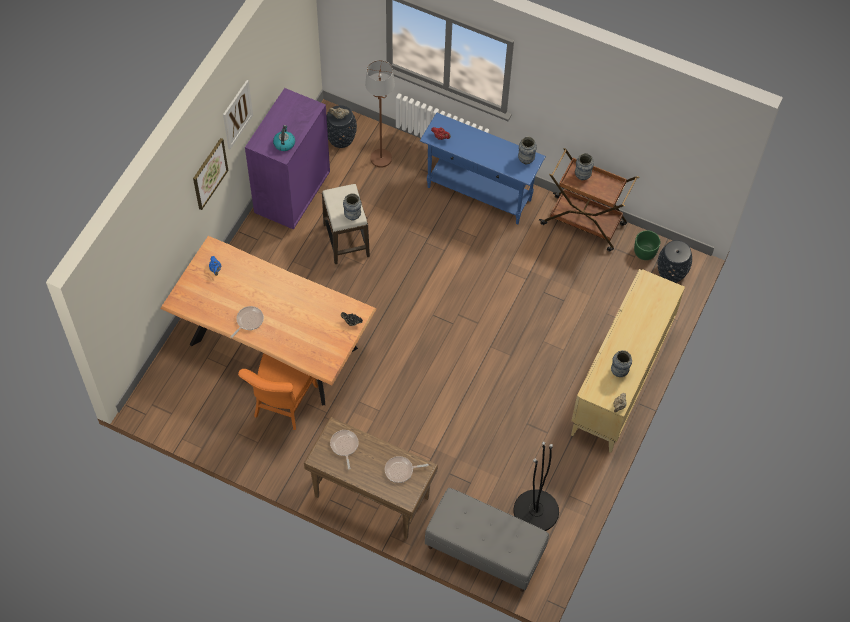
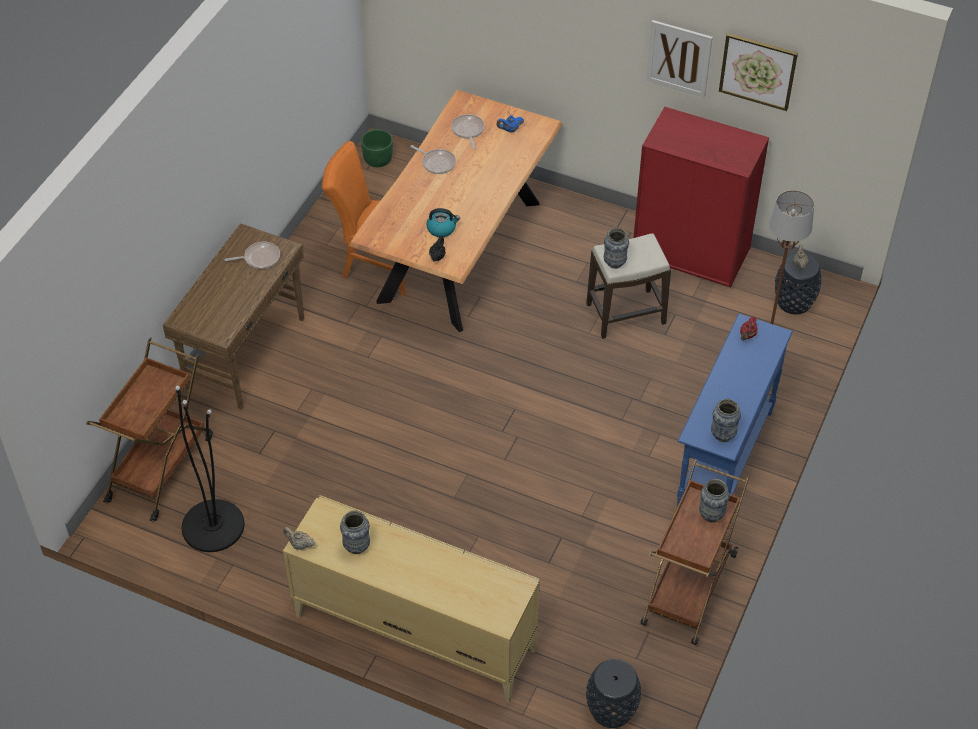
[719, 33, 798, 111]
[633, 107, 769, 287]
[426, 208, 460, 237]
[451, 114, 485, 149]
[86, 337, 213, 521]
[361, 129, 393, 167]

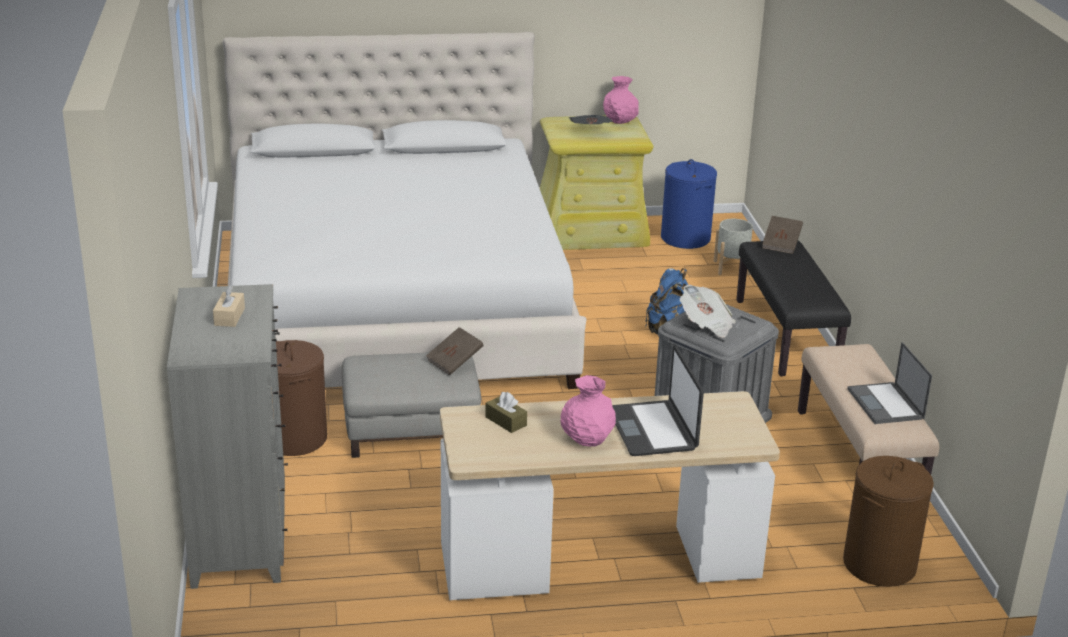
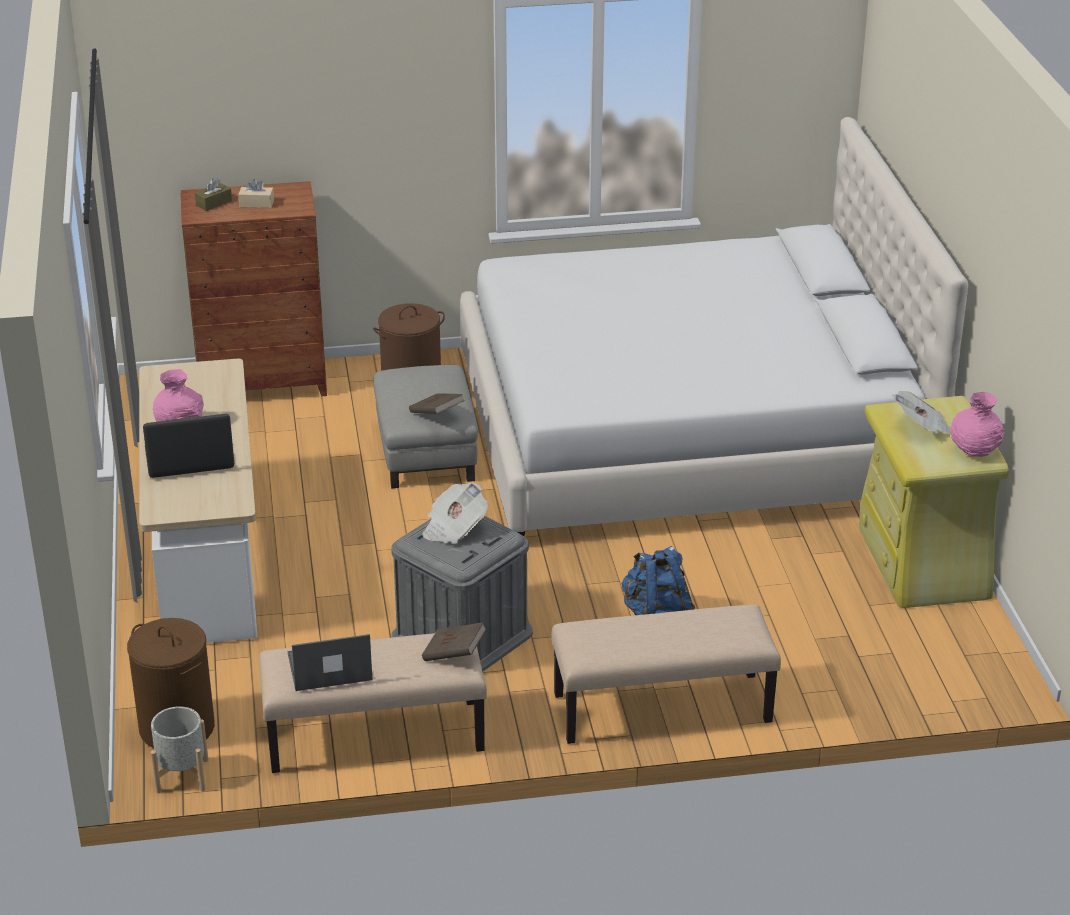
[180, 181, 327, 396]
[195, 178, 232, 211]
[661, 159, 717, 249] (first image)
[151, 706, 208, 793]
[551, 604, 781, 744]
[422, 622, 487, 661]

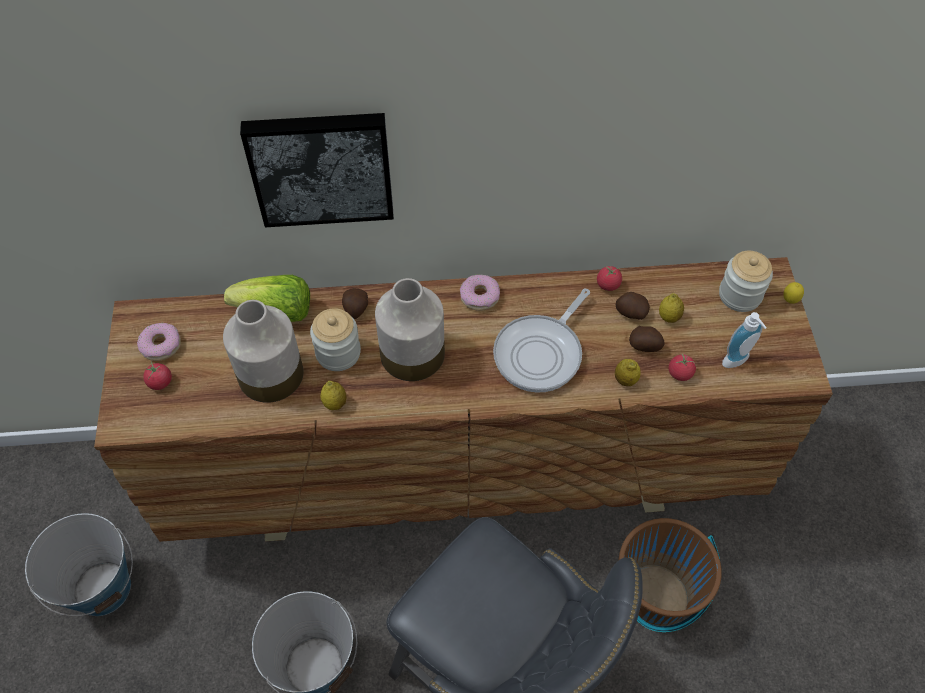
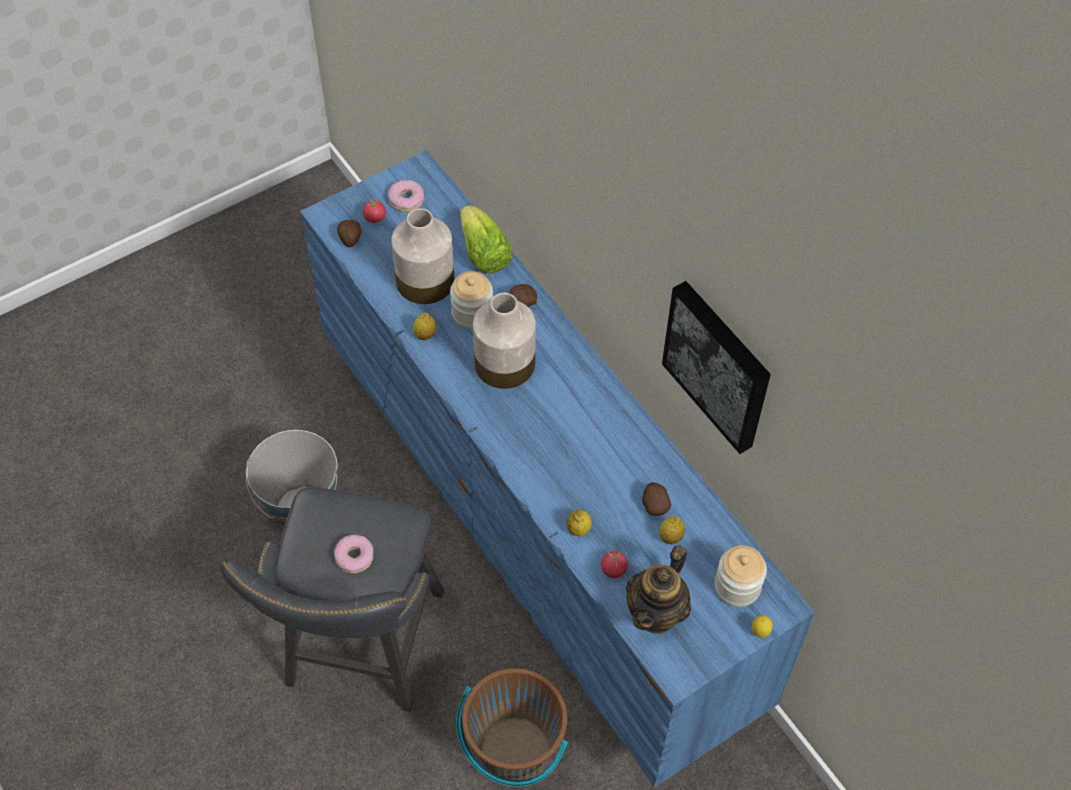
[25, 513, 133, 616] (first image)
[300, 150, 815, 788]
[662, 281, 771, 454]
[334, 534, 373, 573]
[493, 289, 590, 393] (first image)
[597, 266, 622, 291] (first image)
[337, 220, 362, 247]
[626, 545, 691, 634]

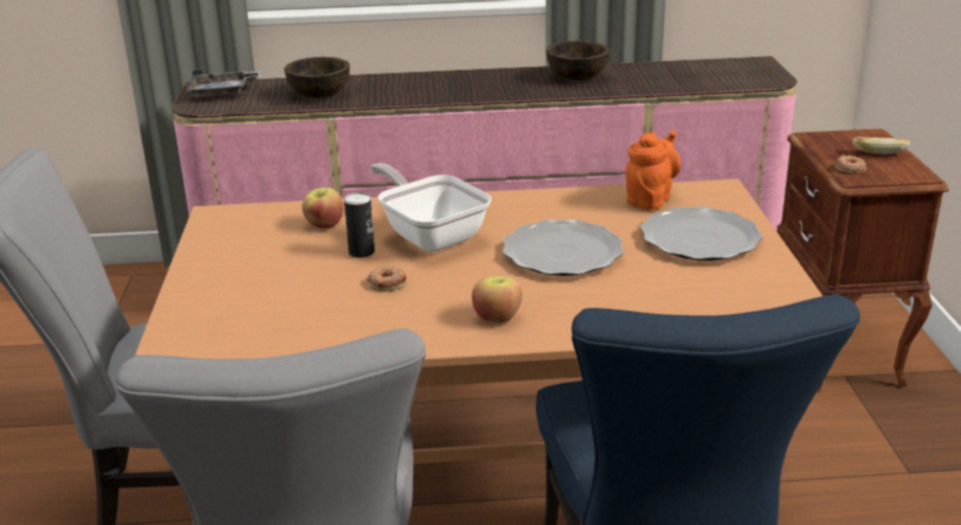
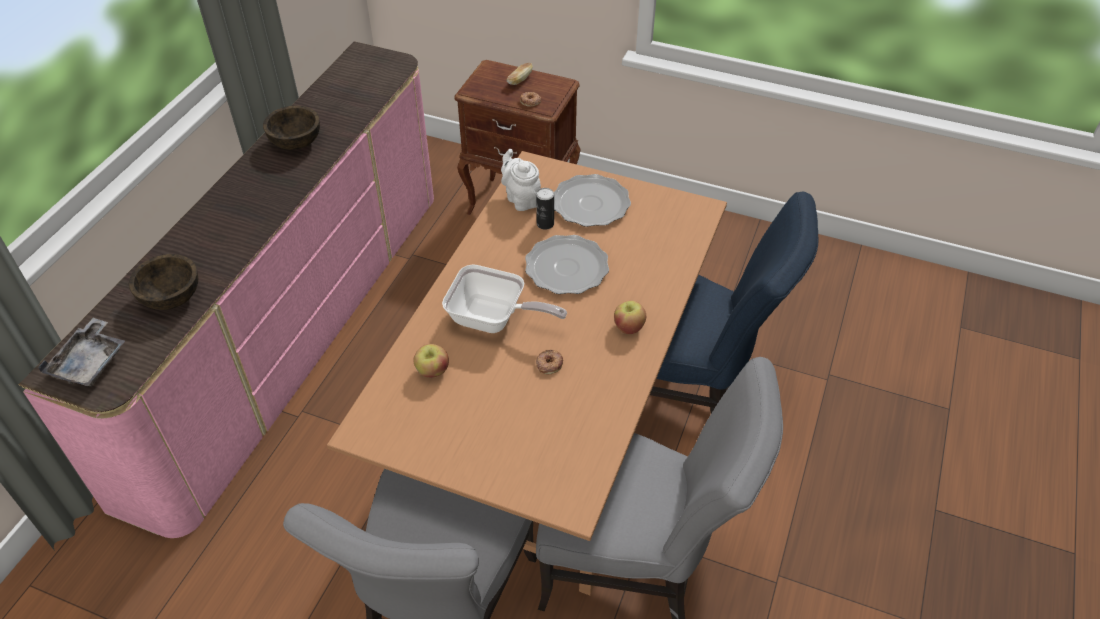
[536, 188, 554, 230]
[442, 264, 567, 333]
[501, 149, 541, 211]

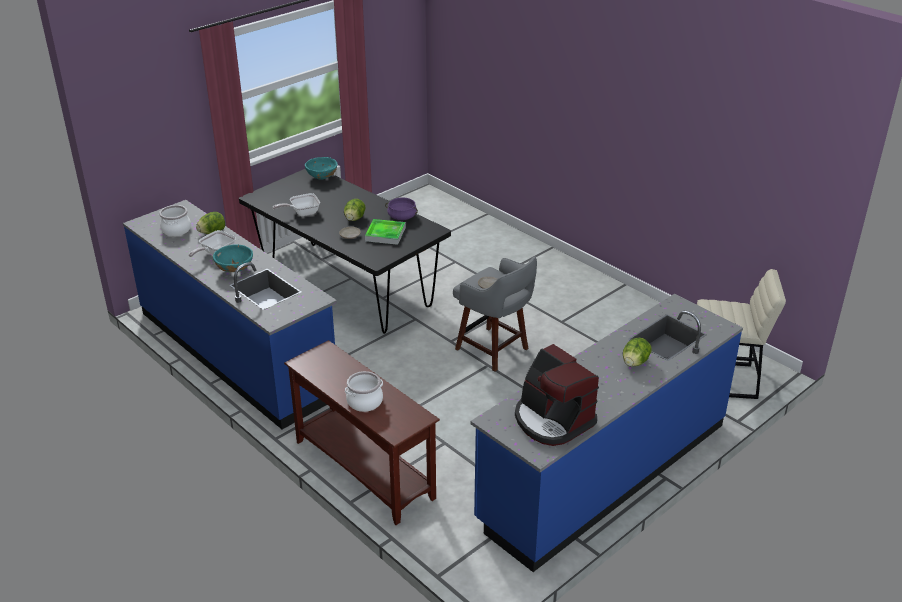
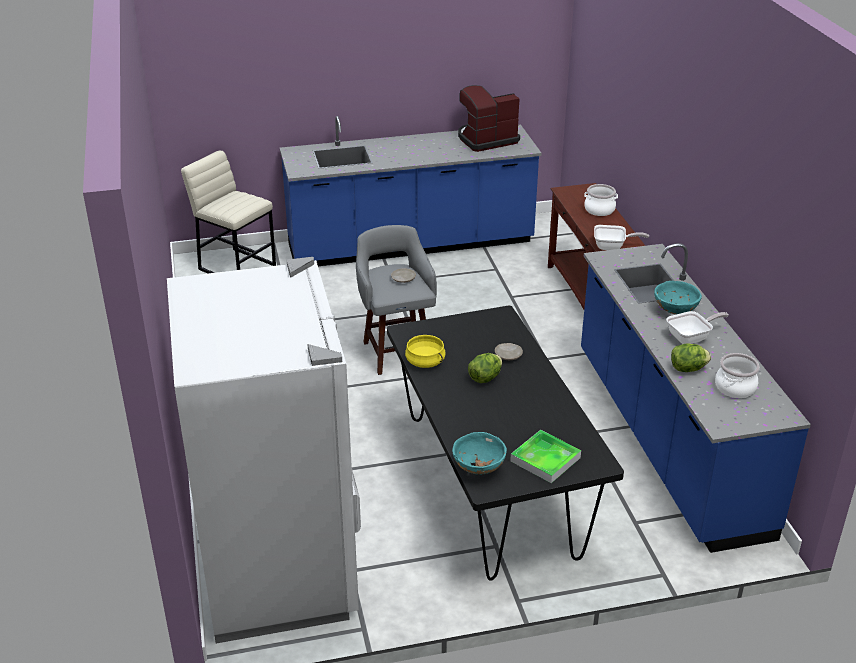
[594, 225, 649, 250]
[510, 430, 581, 483]
[405, 335, 446, 368]
[458, 85, 520, 152]
[623, 337, 652, 366] (first image)
[167, 257, 361, 644]

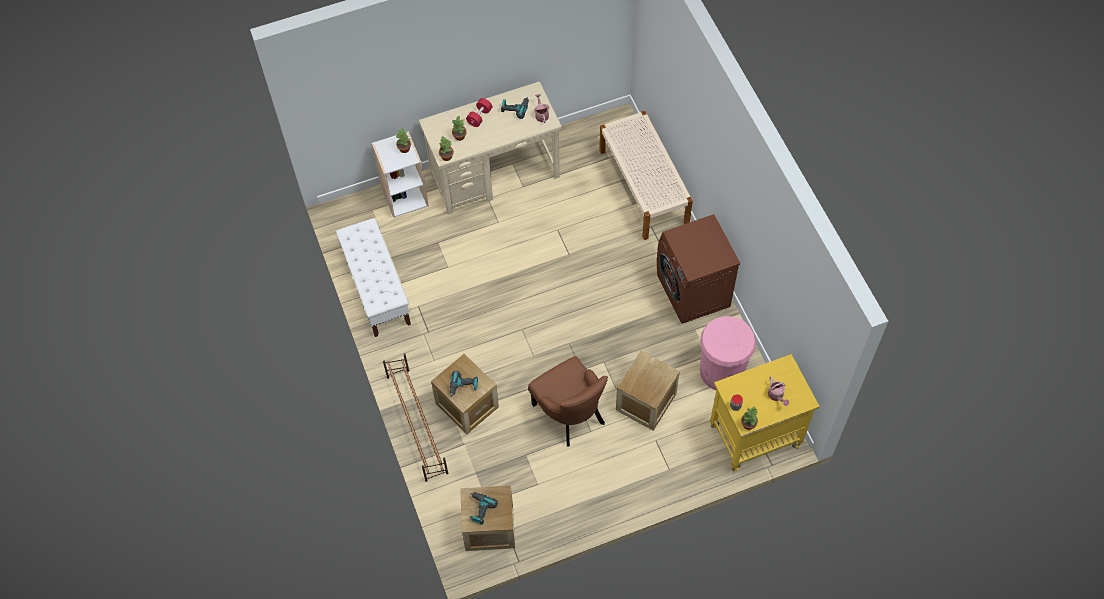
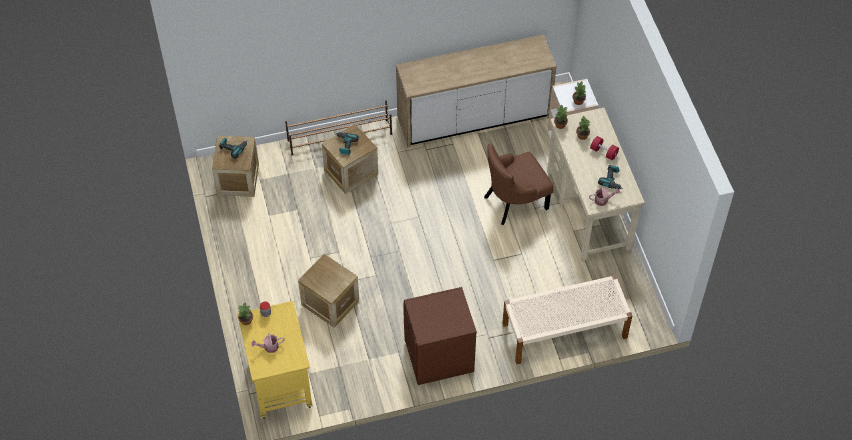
[396, 34, 557, 147]
[484, 143, 554, 225]
[700, 316, 756, 390] (first image)

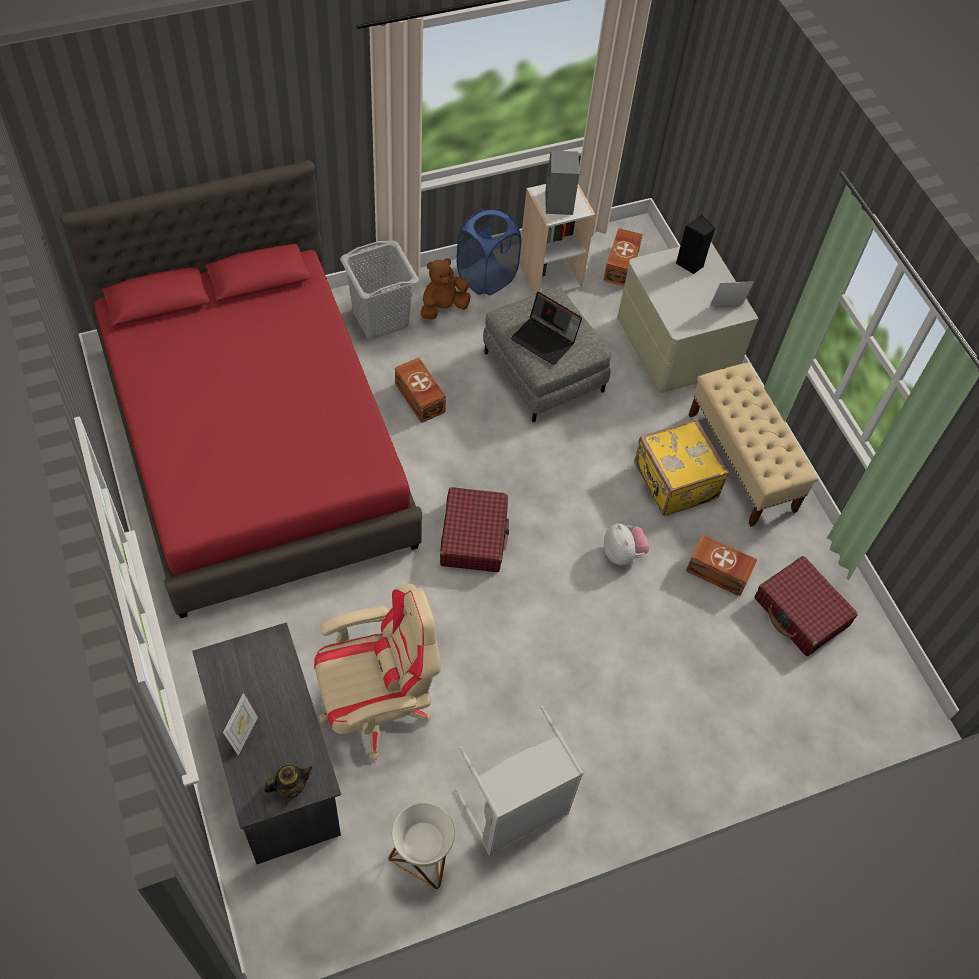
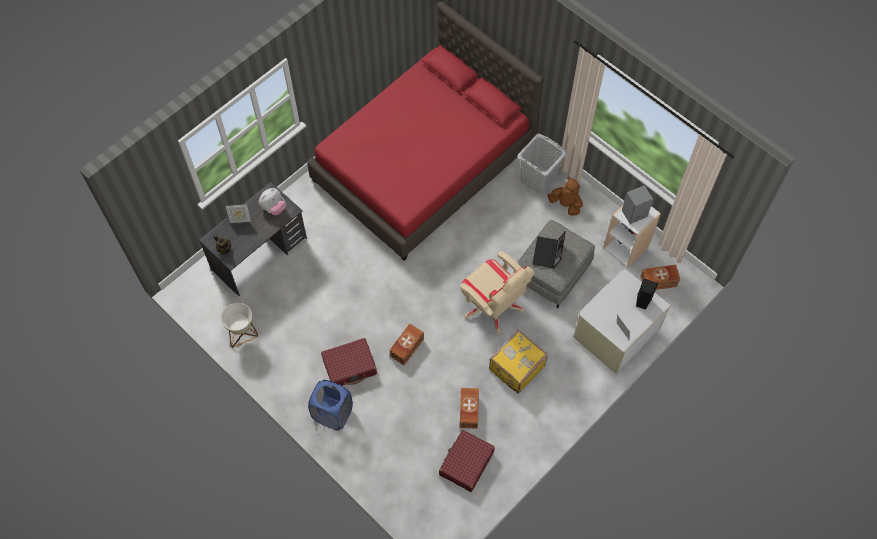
[460, 251, 534, 333]
[390, 324, 424, 365]
[321, 338, 377, 386]
[455, 706, 583, 856] (first image)
[308, 380, 353, 430]
[259, 188, 286, 215]
[689, 363, 818, 527] (first image)

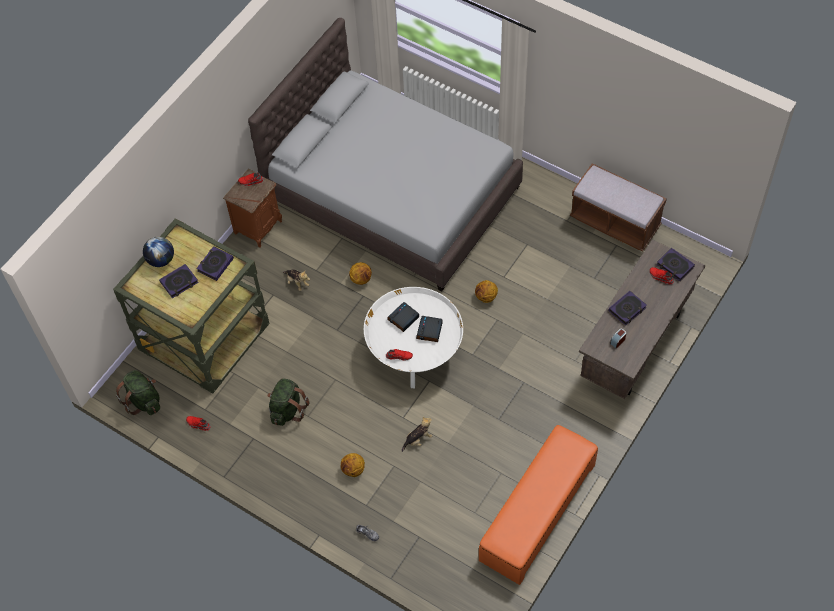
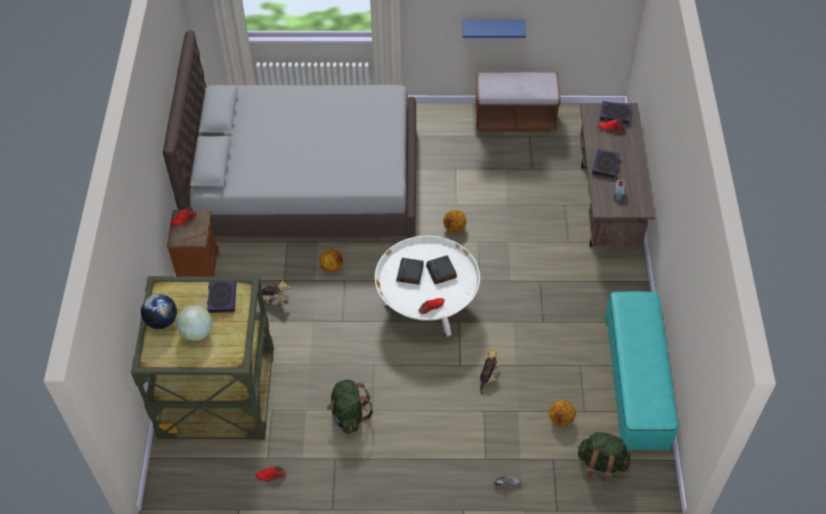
[577, 432, 630, 482]
[177, 305, 212, 341]
[549, 400, 576, 426]
[605, 291, 678, 450]
[462, 20, 526, 38]

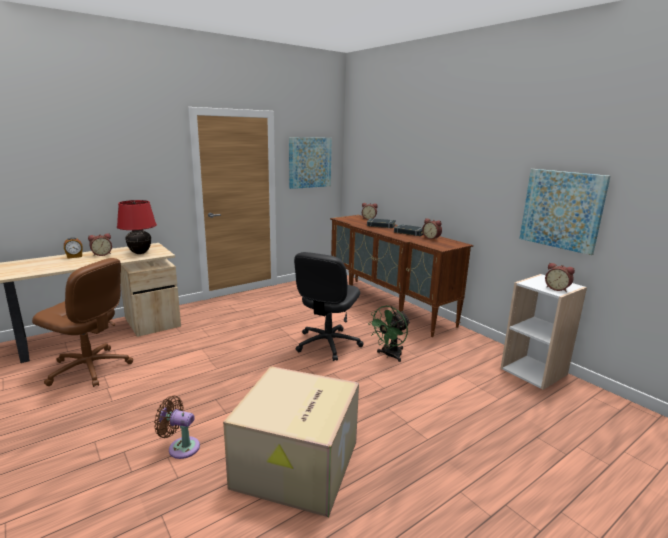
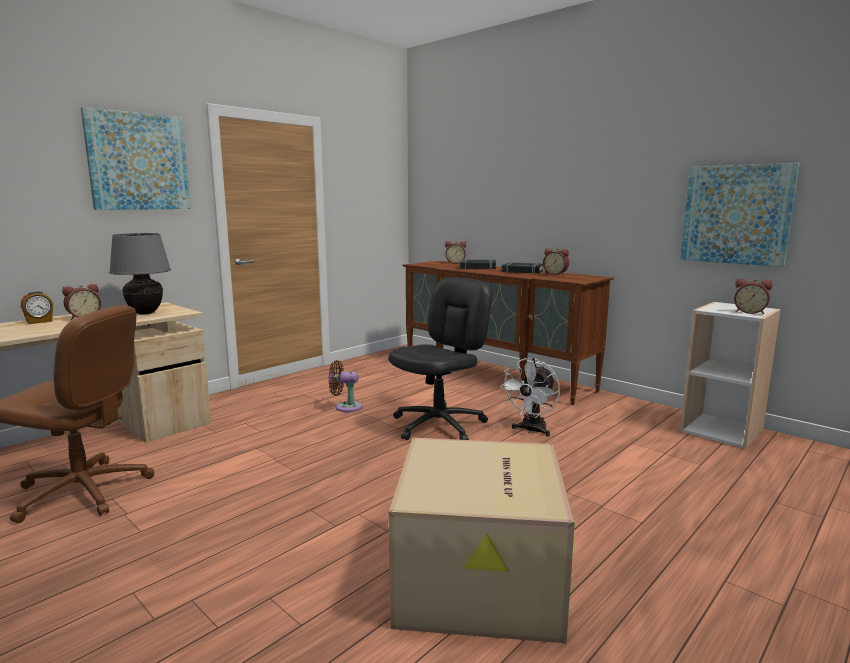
[109, 233, 171, 314]
[329, 360, 362, 412]
[81, 107, 191, 210]
[388, 277, 492, 440]
[500, 358, 560, 437]

